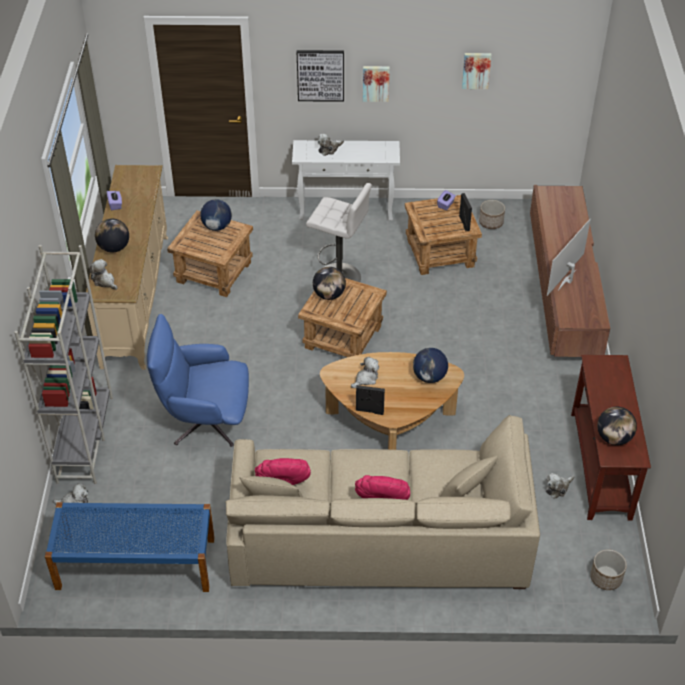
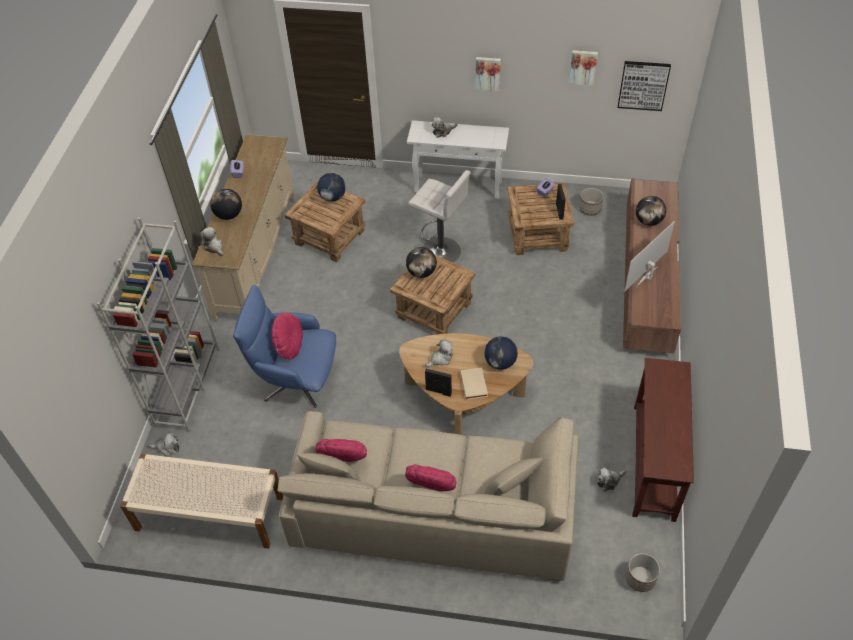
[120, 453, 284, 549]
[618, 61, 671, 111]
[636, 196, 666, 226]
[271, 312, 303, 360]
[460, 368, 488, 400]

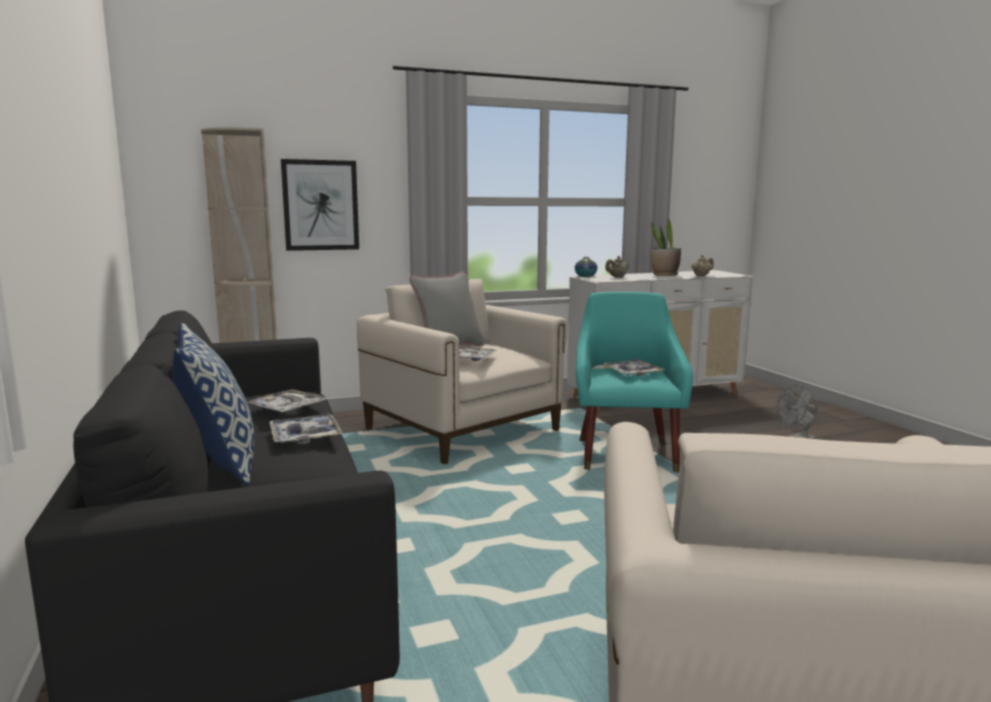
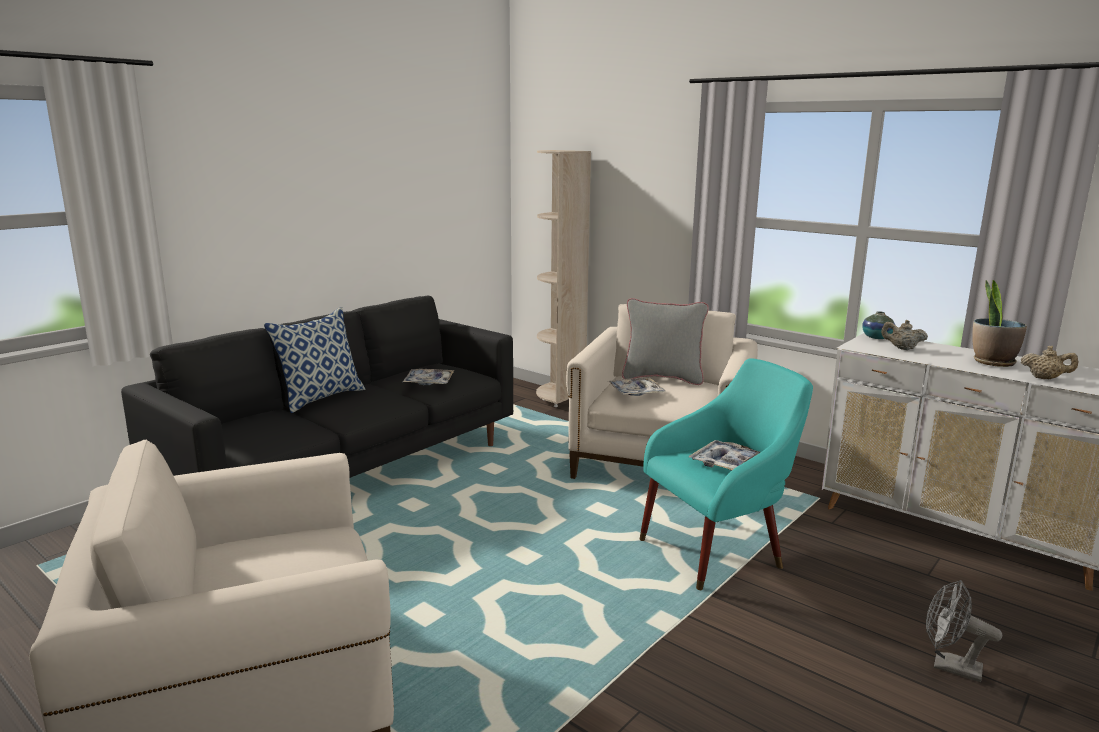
[269, 414, 343, 444] (first image)
[281, 159, 359, 251] (first image)

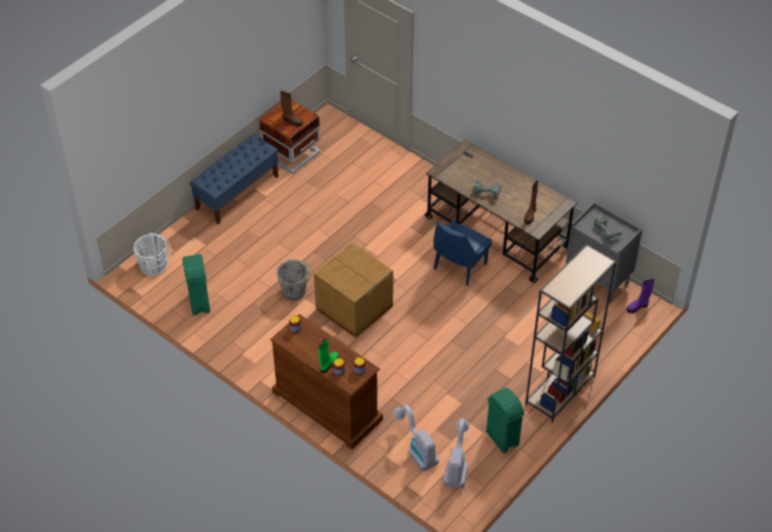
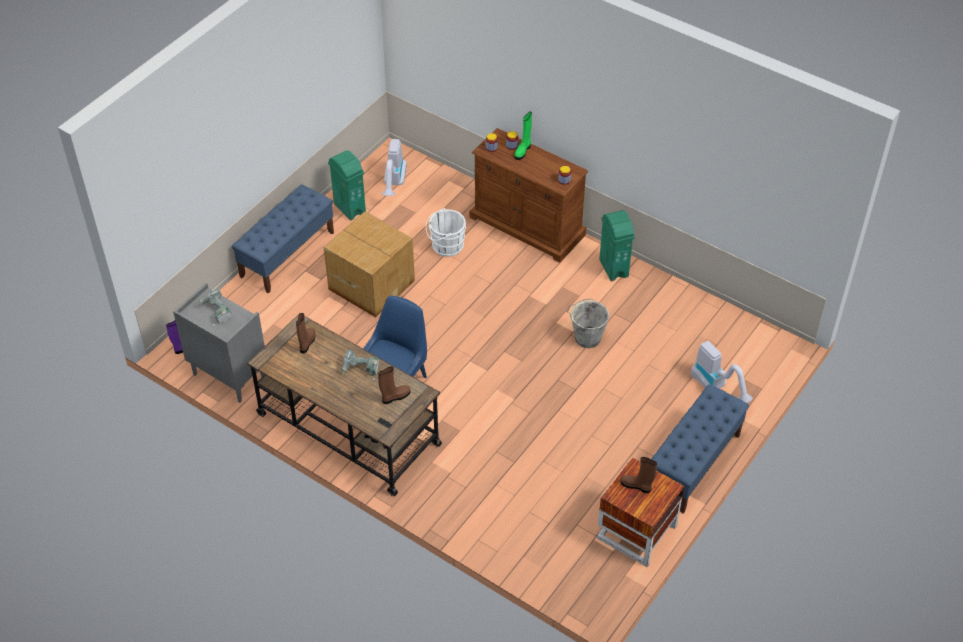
[426, 208, 466, 257]
[599, 210, 635, 281]
[324, 211, 415, 317]
[691, 341, 752, 403]
[232, 184, 334, 293]
[378, 366, 410, 404]

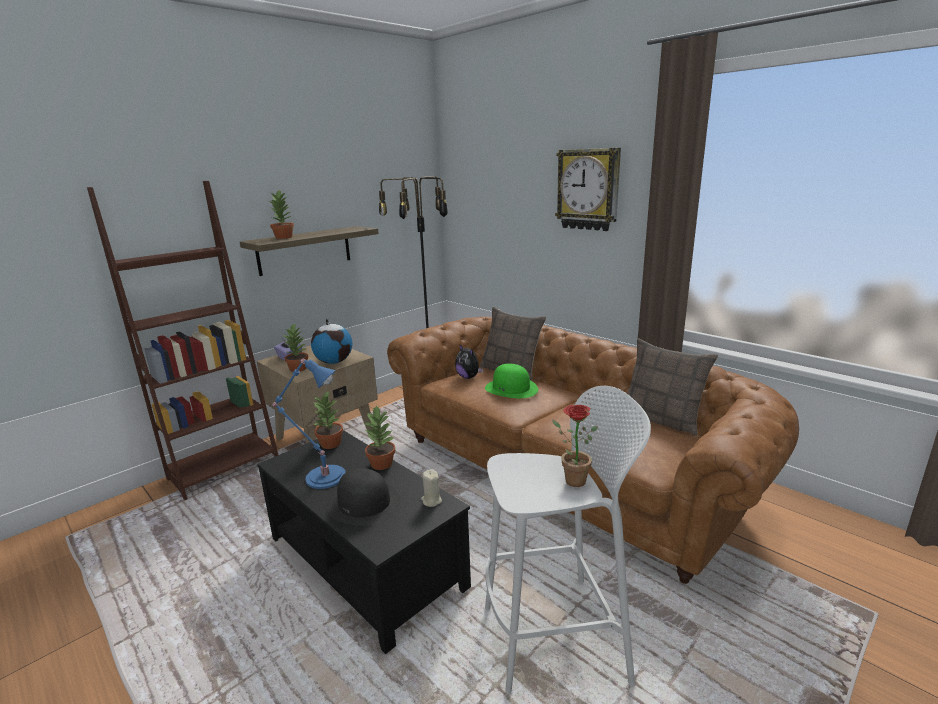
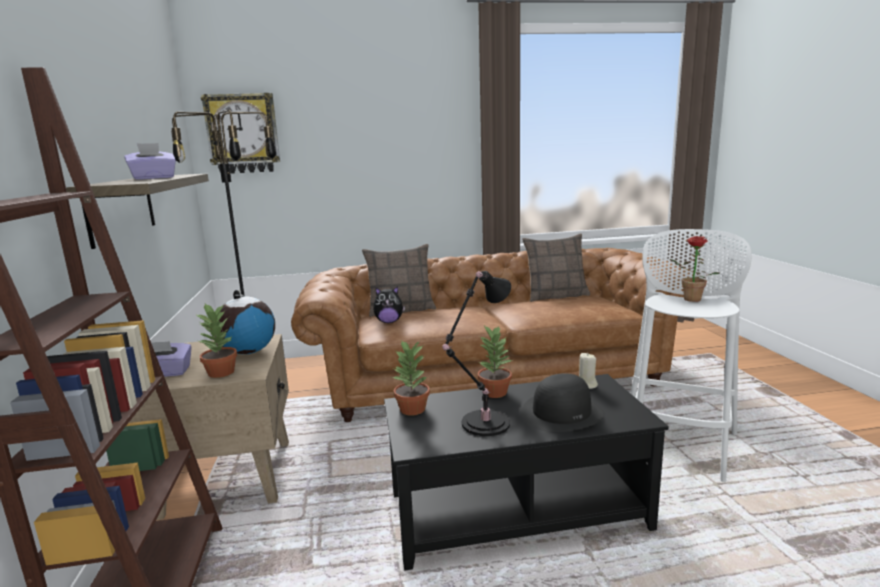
[267, 190, 294, 239] (first image)
[442, 271, 511, 436]
[485, 364, 538, 398] (first image)
[201, 93, 280, 174]
[124, 143, 176, 179]

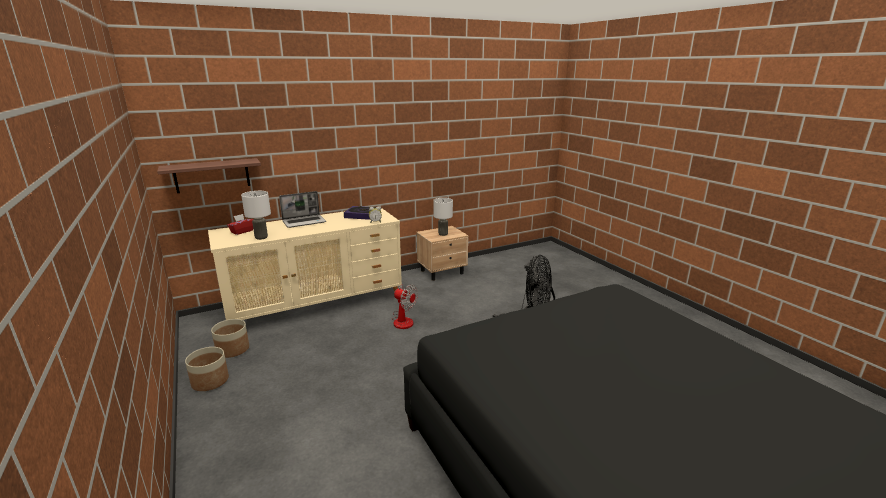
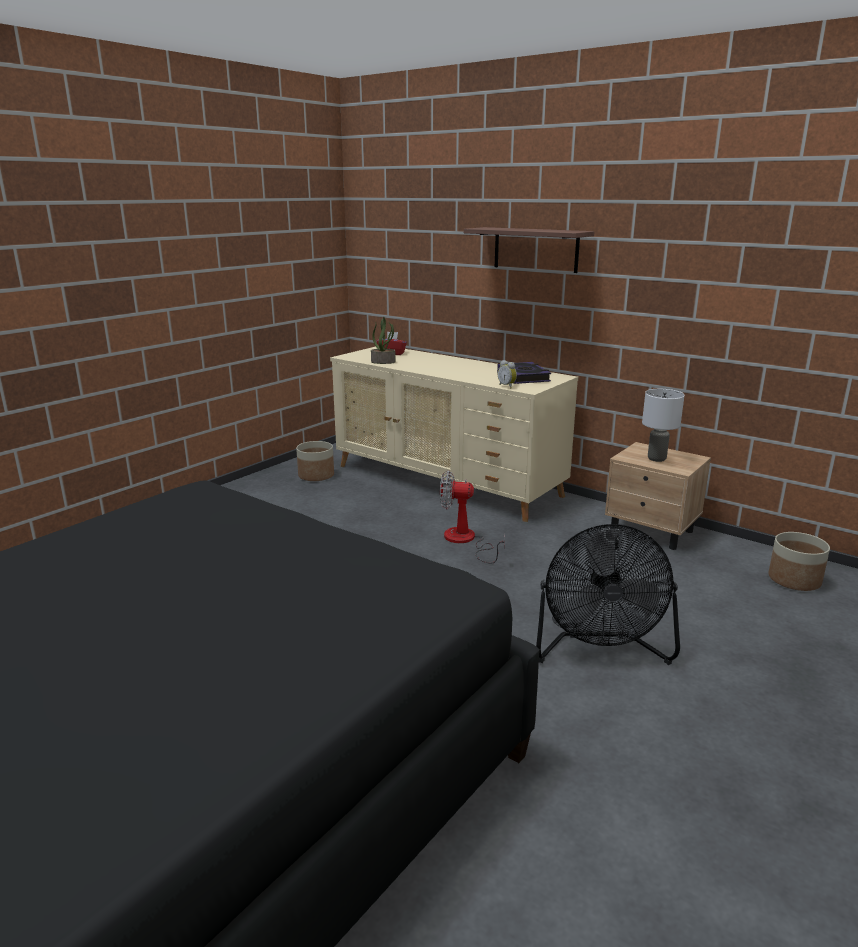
[464, 227, 595, 273]
[768, 532, 830, 591]
[371, 317, 396, 364]
[279, 191, 326, 228] (first image)
[440, 470, 505, 564]

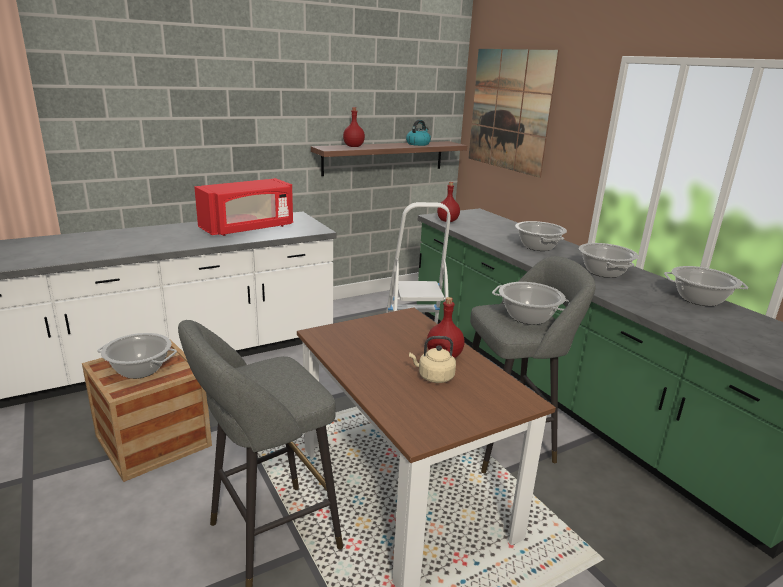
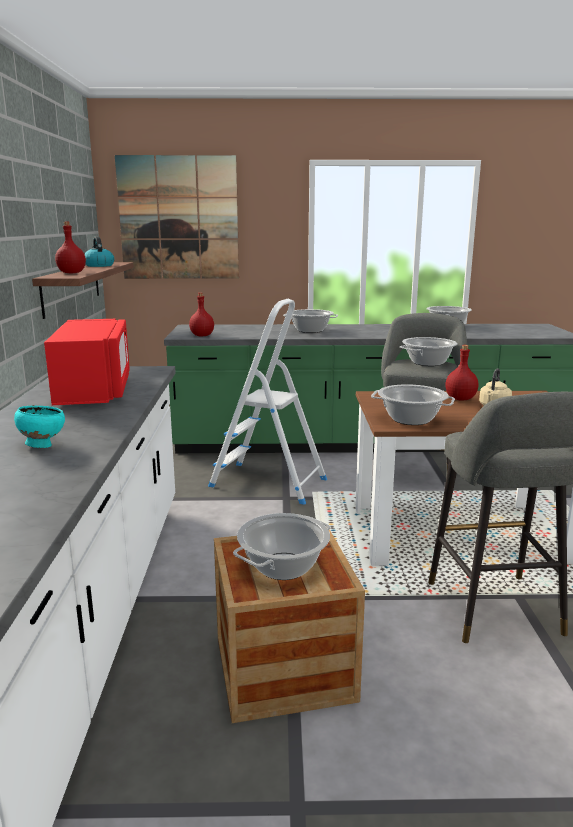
[371, 384, 455, 425]
[14, 405, 65, 448]

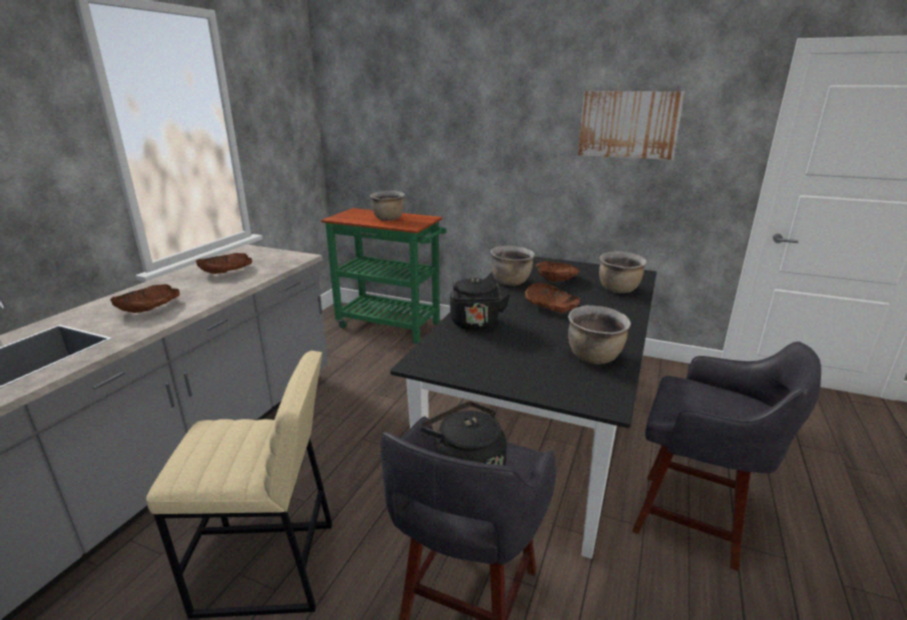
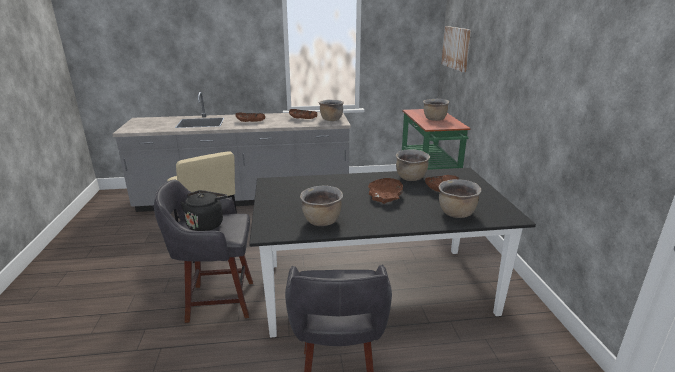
[450, 278, 510, 330] (first image)
[441, 26, 471, 72]
[319, 100, 344, 121]

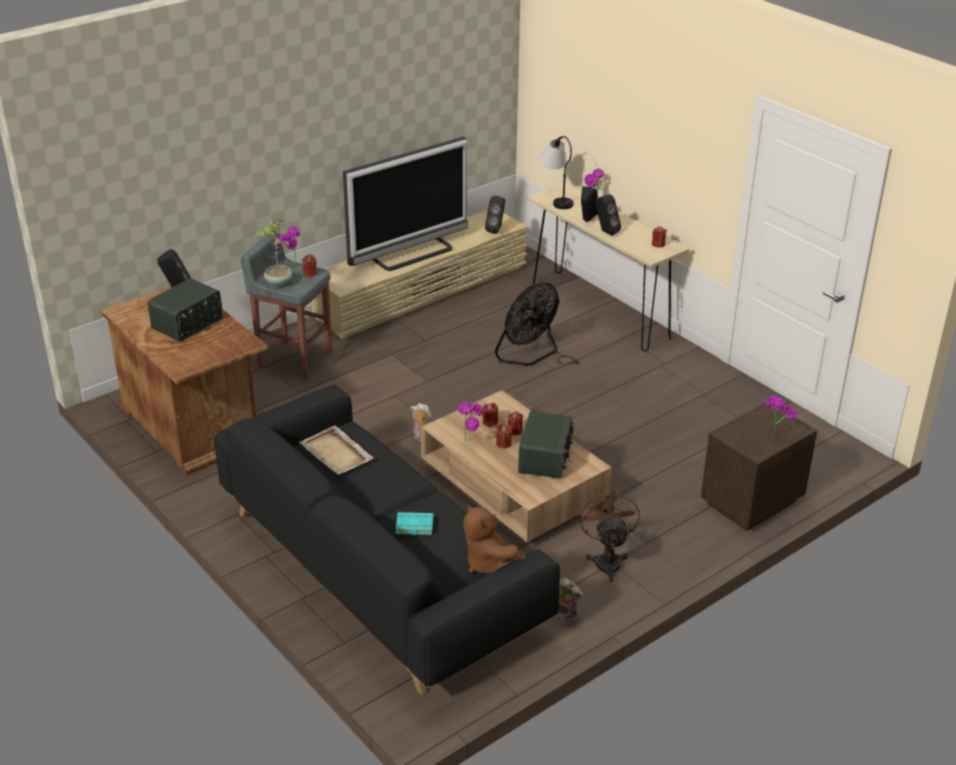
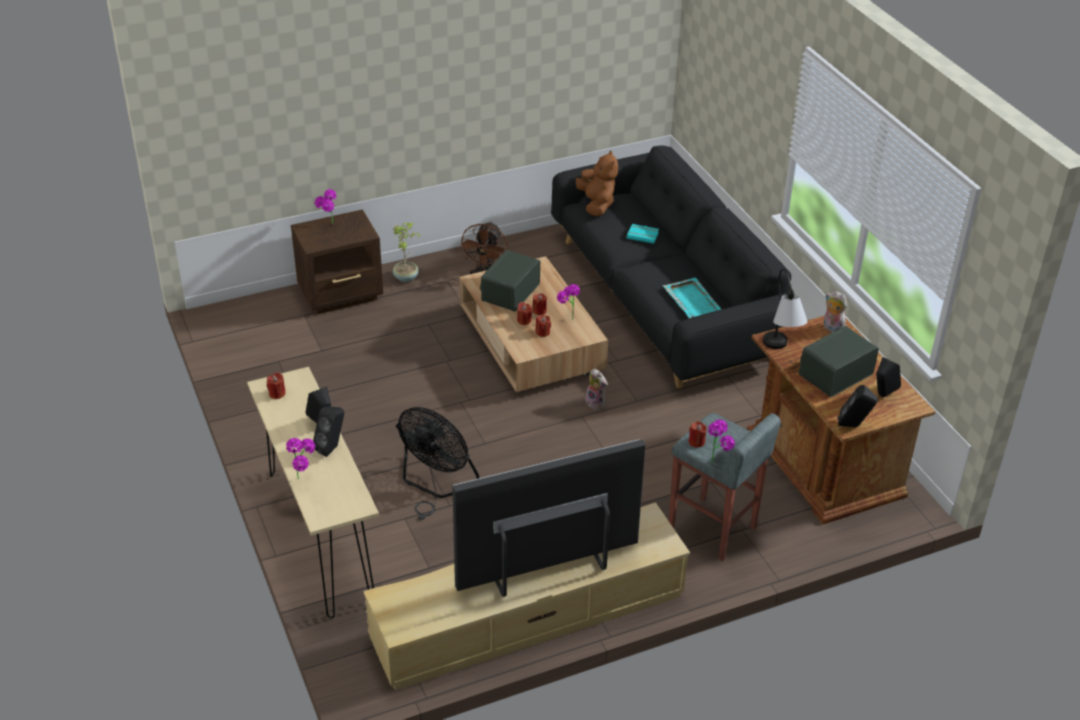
[393, 223, 420, 282]
[663, 278, 722, 318]
[876, 357, 901, 397]
[395, 407, 479, 521]
[763, 269, 807, 349]
[824, 291, 847, 333]

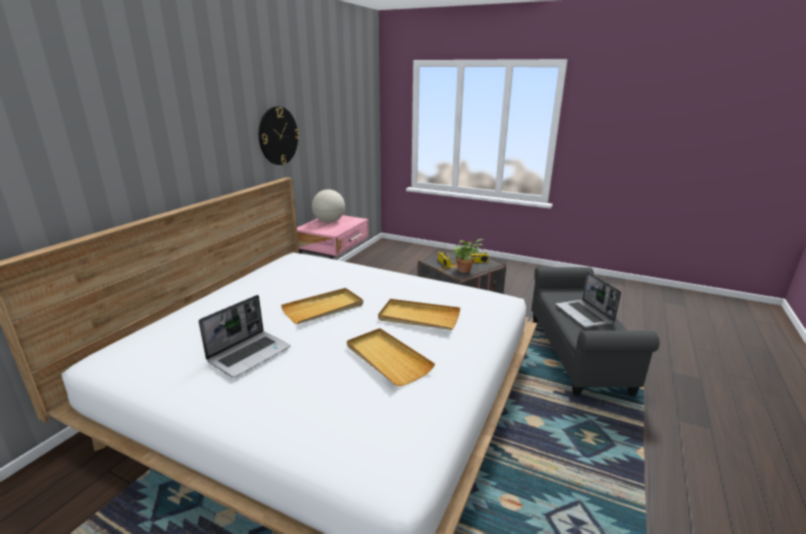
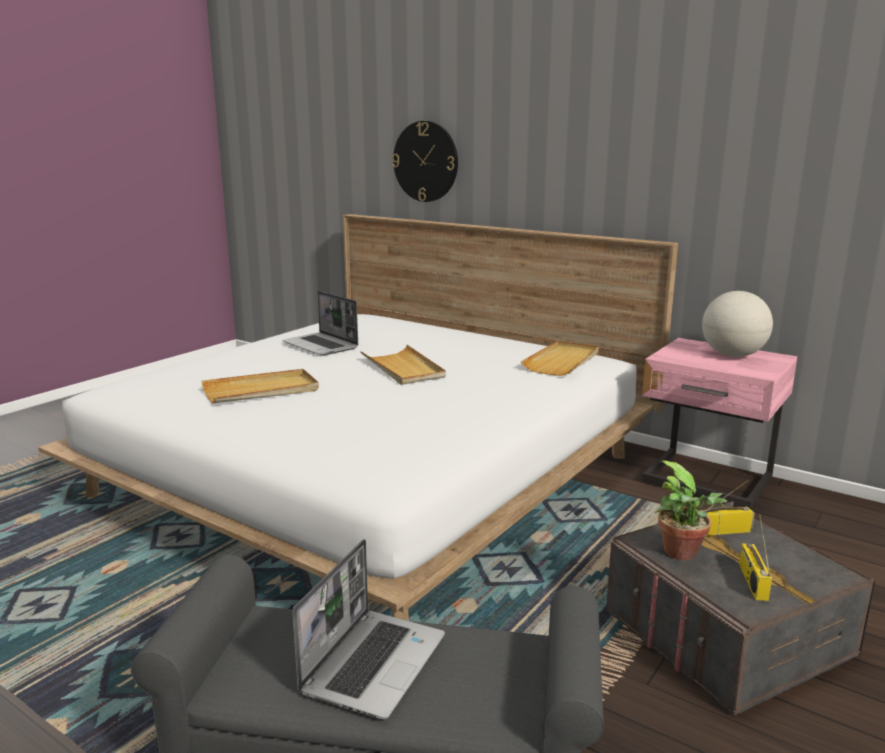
[392, 121, 458, 202]
[521, 341, 599, 376]
[293, 539, 445, 719]

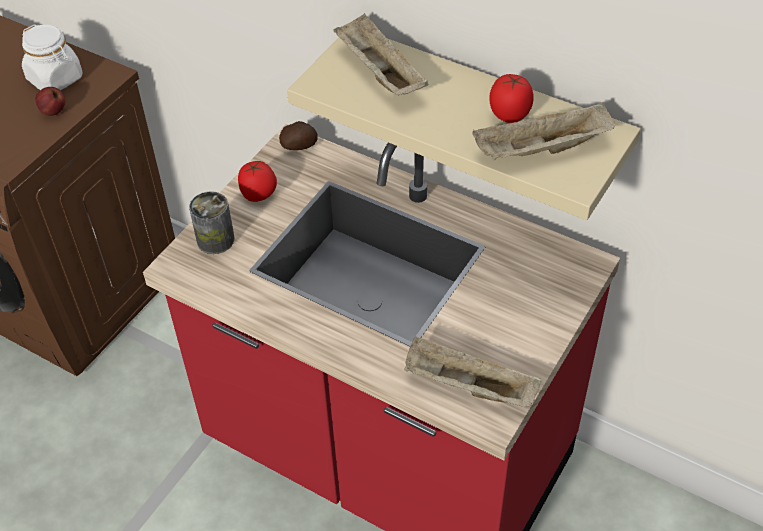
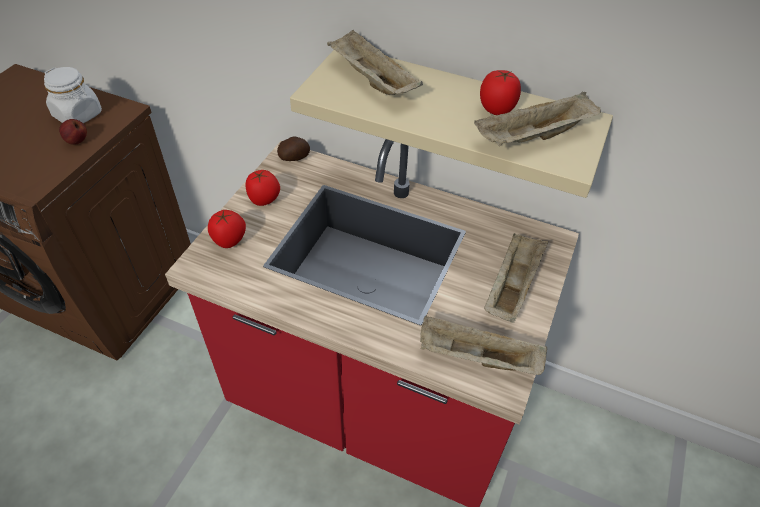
[208, 210, 246, 248]
[484, 233, 548, 323]

